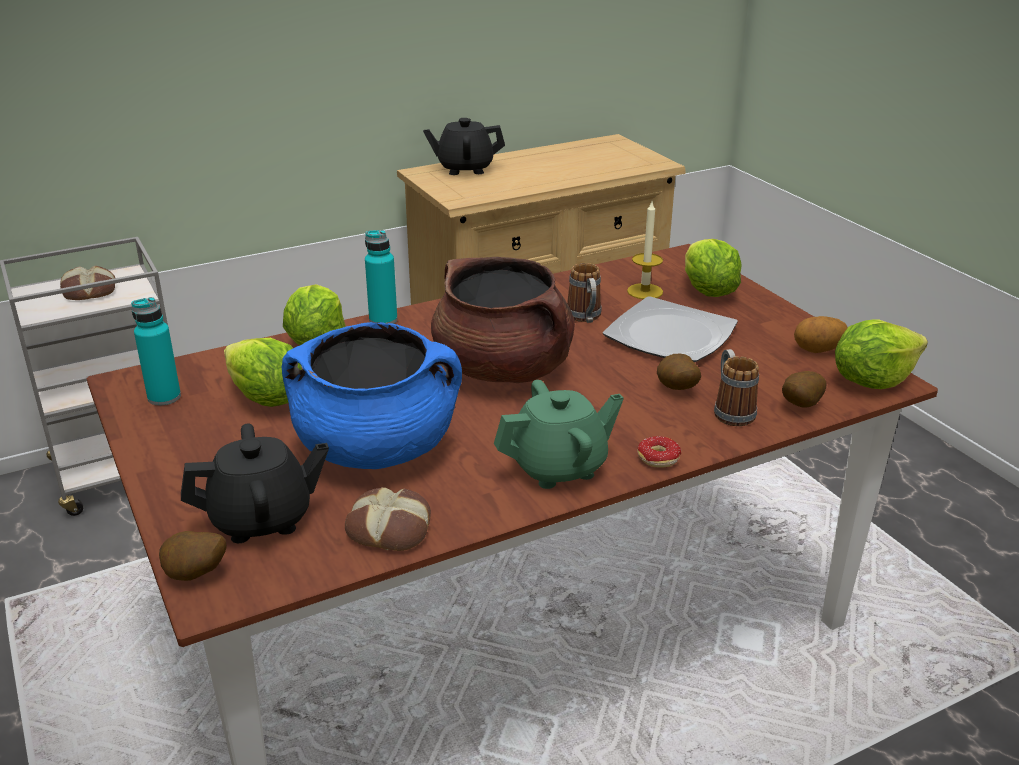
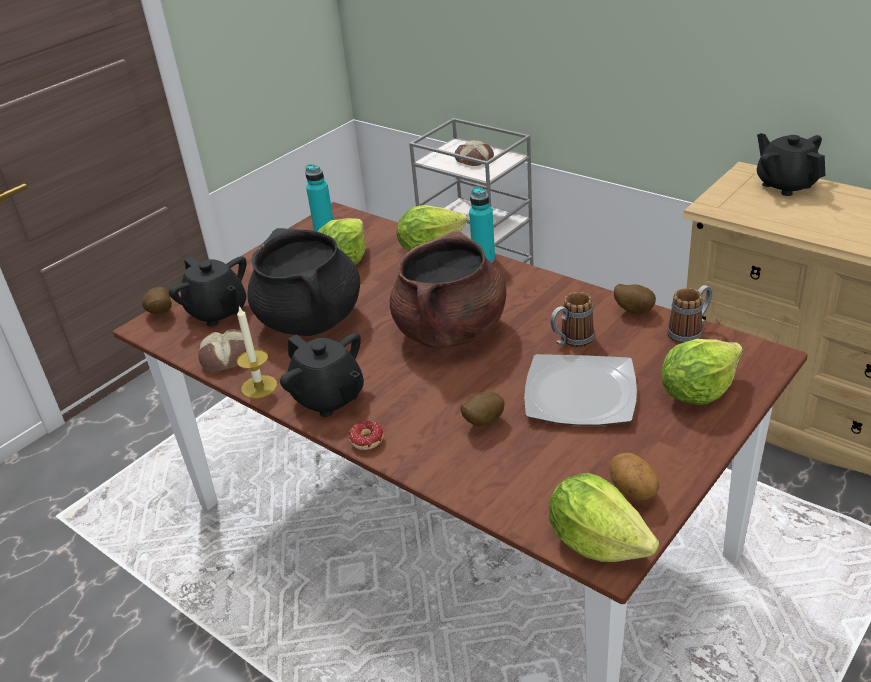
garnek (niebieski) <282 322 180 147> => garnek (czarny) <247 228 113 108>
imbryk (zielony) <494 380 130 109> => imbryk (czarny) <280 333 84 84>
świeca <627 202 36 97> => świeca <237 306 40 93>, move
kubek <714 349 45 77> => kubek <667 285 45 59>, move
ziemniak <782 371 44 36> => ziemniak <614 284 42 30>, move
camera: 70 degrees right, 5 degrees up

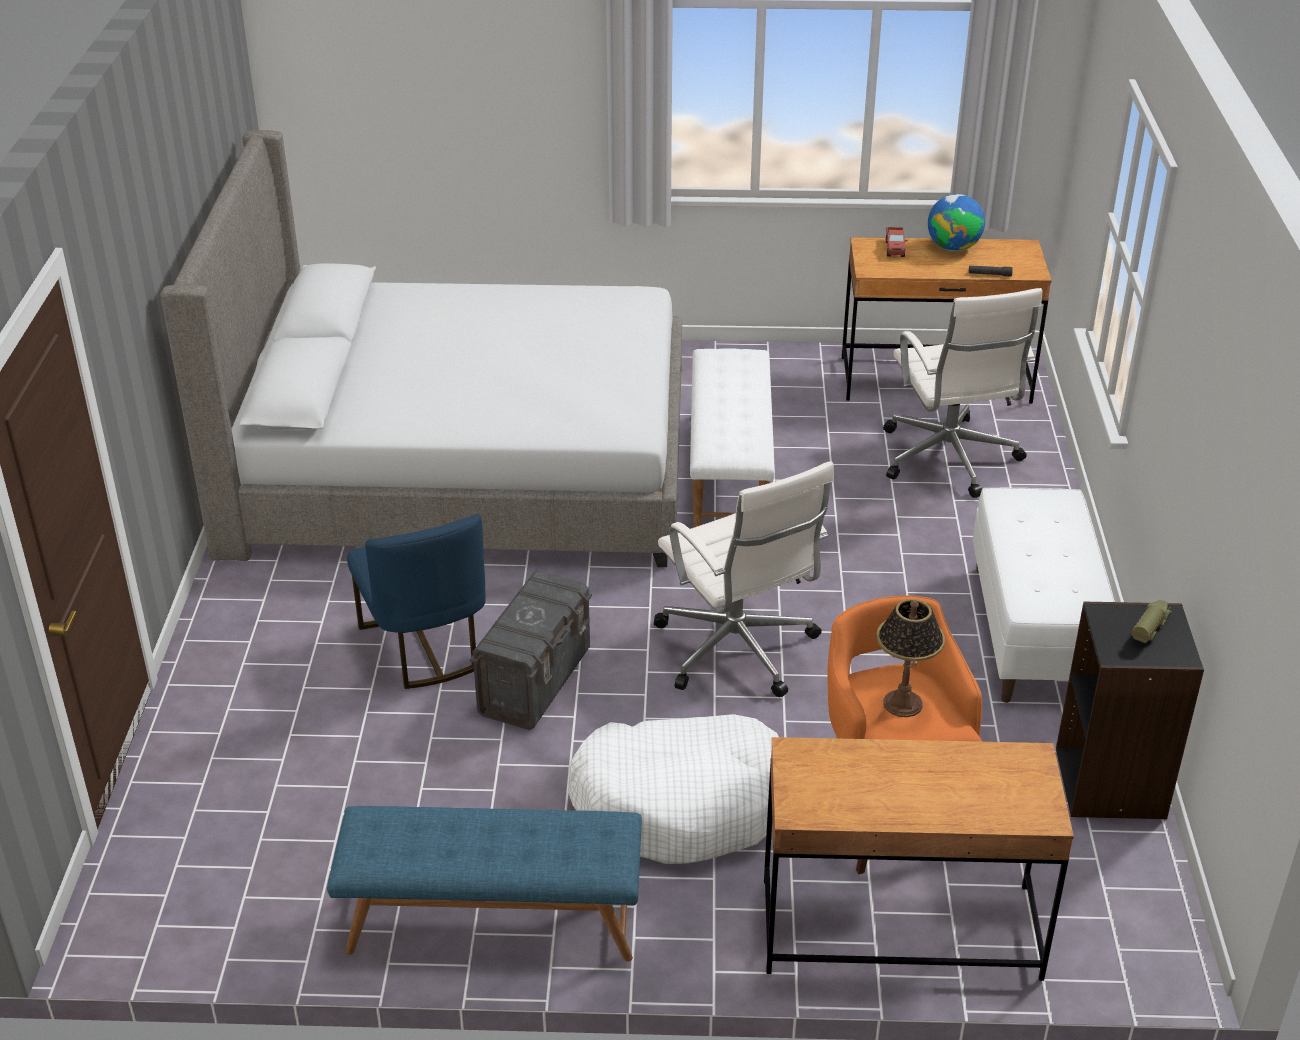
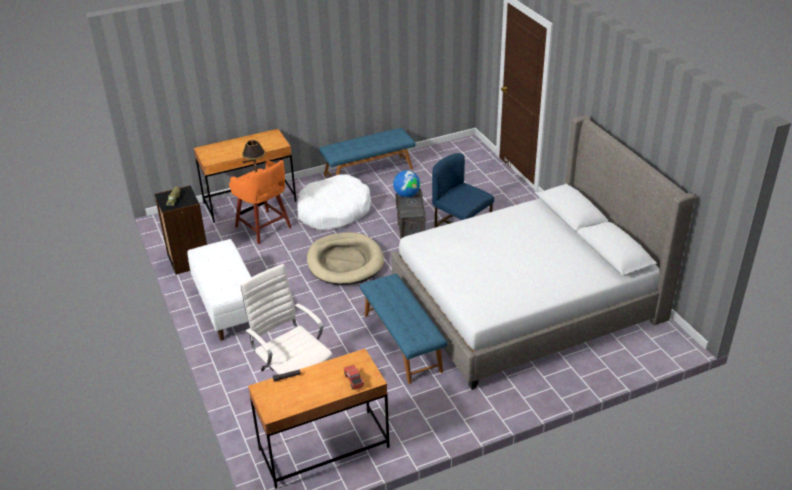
krzesło biurowe (biały) <654 461 180 236> => legowisko (beżowy) <307 232 77 53>
ławka (biały) <690 348 85 179> => ławka (niebieski) <360 274 87 110>
globus <928 194 57 57> => globus <393 170 27 27>, move
camera: 155 degrees right, 0 degrees up

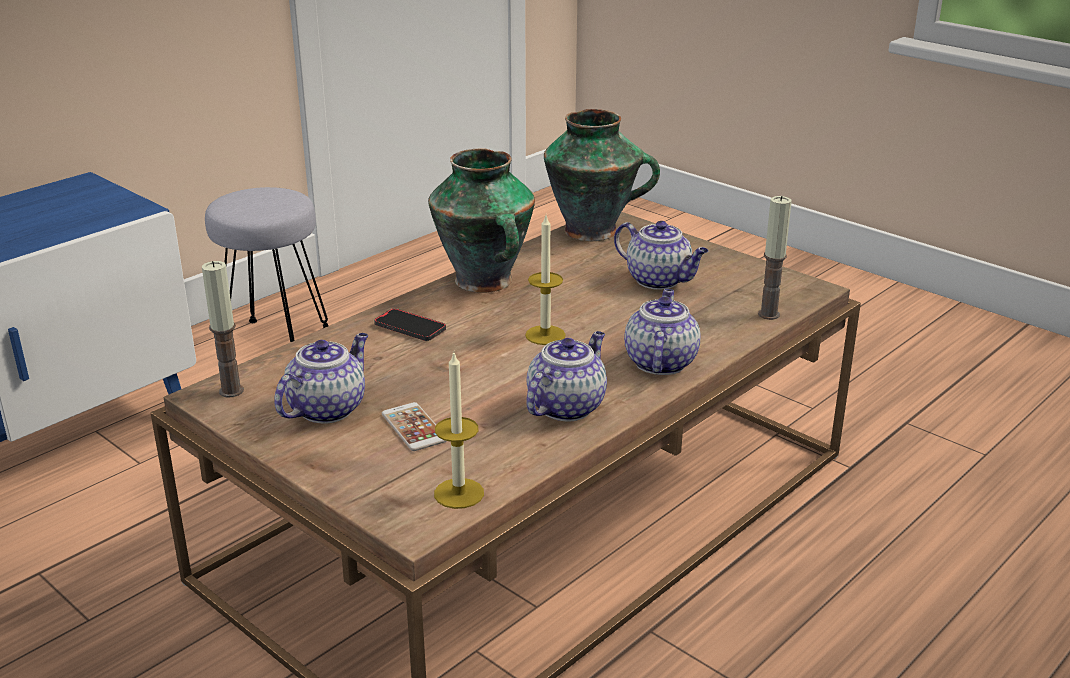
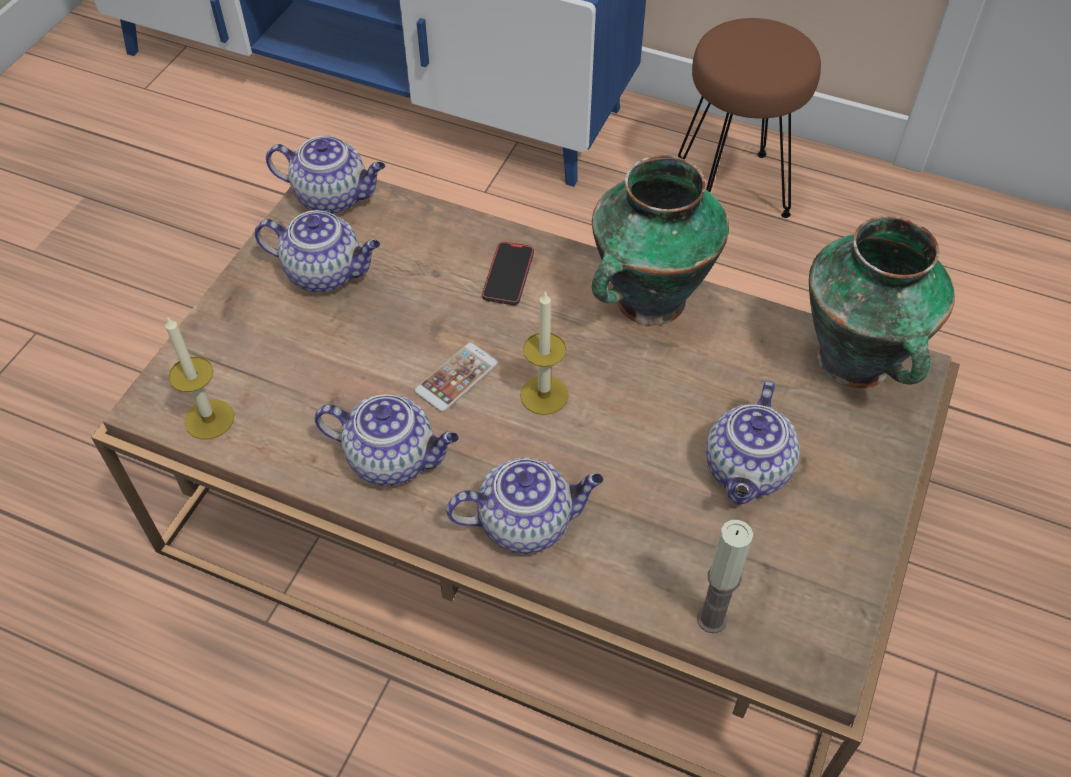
świeca <202 261 42 137> => imbryk <266 136 119 78>
stołek (szary) <205 187 123 155> => stołek (brązowy) <678 18 143 200>
telefon <382 402 65 49> => telefon <414 343 84 69>, move
camera: 70 degrees right, 25 degrees up

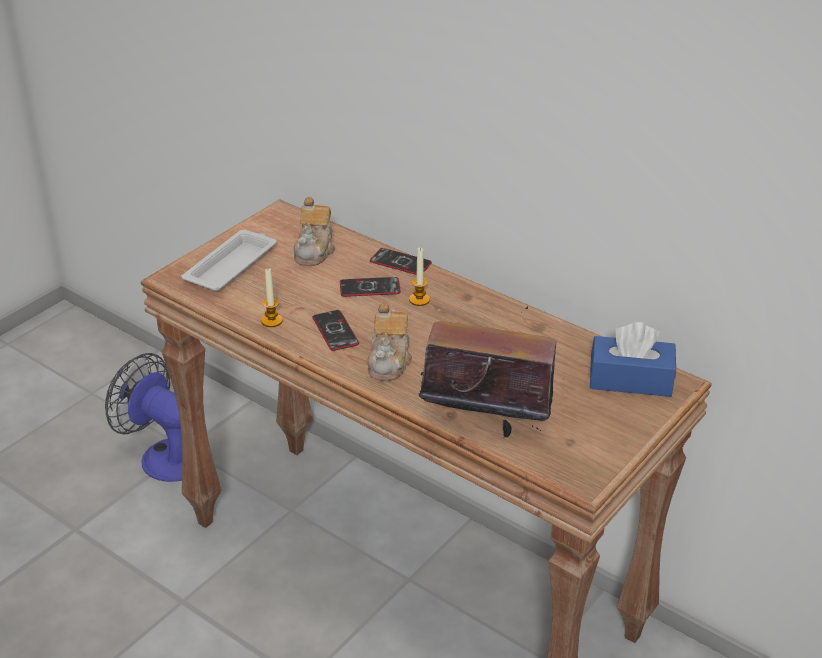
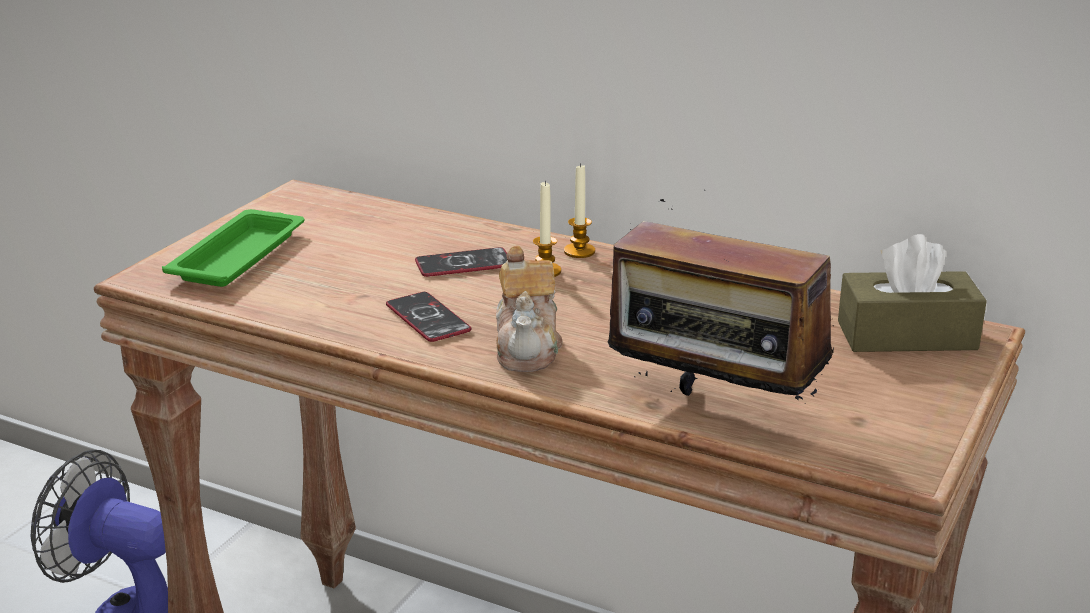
taca (biały) <181 230 96 61> => taca (zielony) <162 209 143 78>
świeca <261 268 22 59> => świeca <564 163 31 95>, move
imbryk <294 197 41 69> => nothing
telefon <370 248 62 27> => nothing
radio <419 306 144 132> => radio <608 199 226 201>, 150 degrees counterclockwise
pudełko chusteczek (niebieski) <590 322 86 75> => pudełko chusteczek (brązowy) <838 234 149 118>
camera: 10 degrees left, 10 degrees down

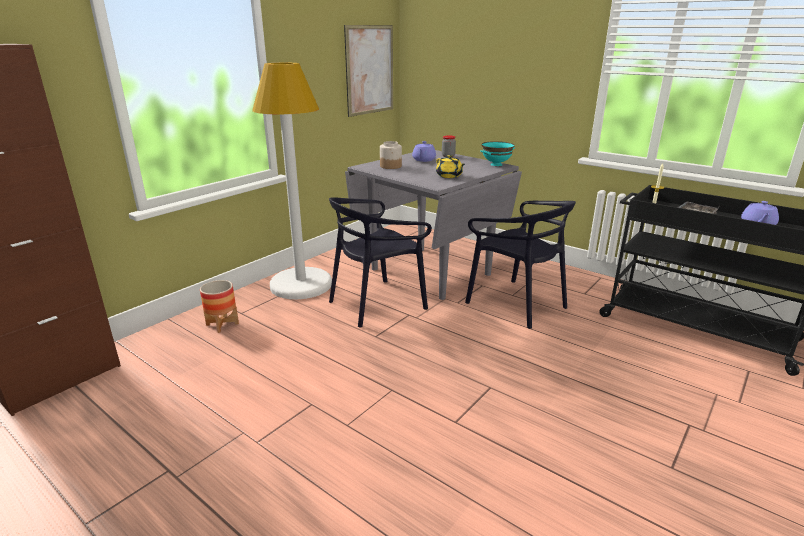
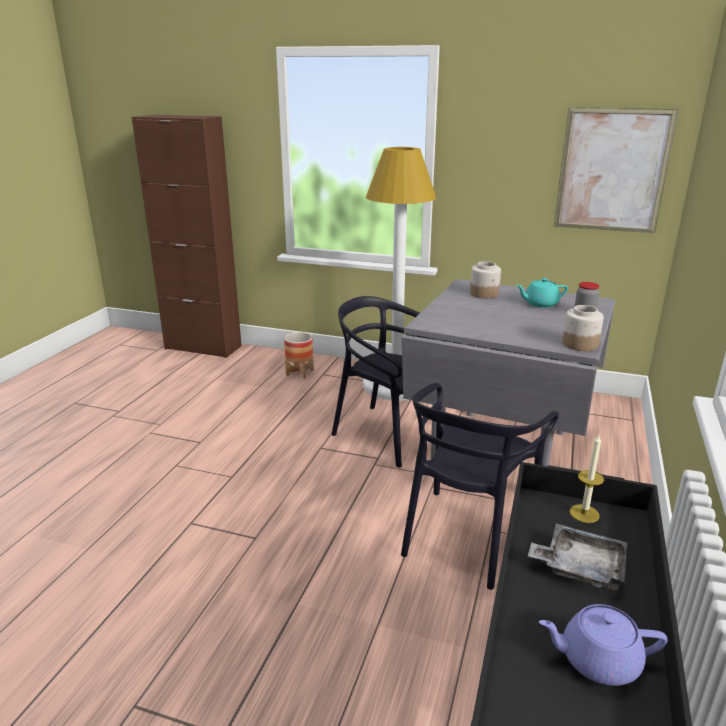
imbryk (fioletowy) <412 141 24 21> => imbryk (turkusowy) <516 278 52 30>
imbryk (żółty) <436 155 29 23> => nothing
miska (turkusowy) <480 141 35 25> => słoik <562 305 42 46>
camera: 70 degrees right, 0 degrees up

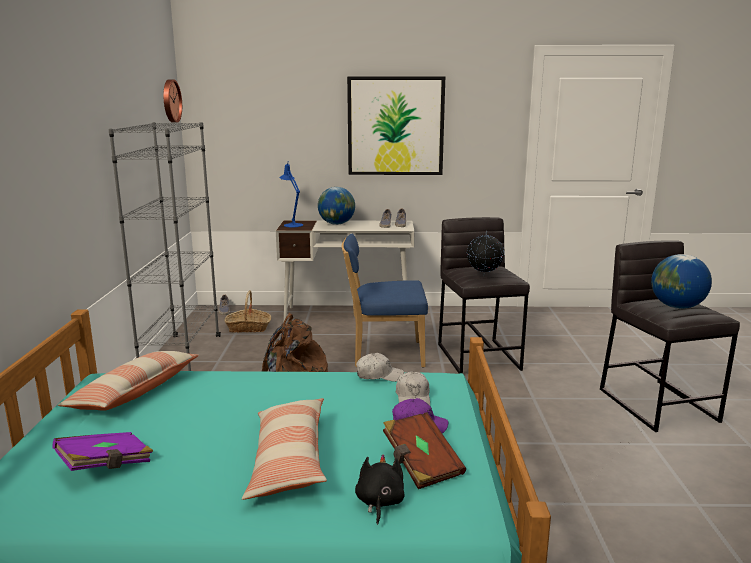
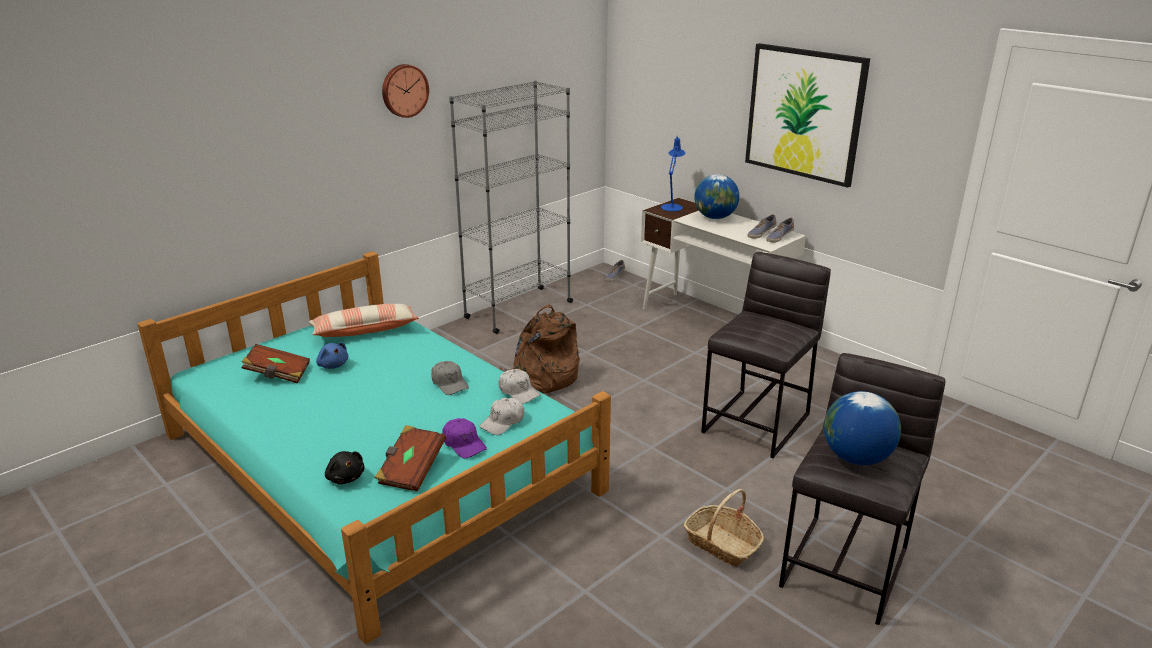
książka (fioletowy) <52 432 101 39> => książka (brązowy) <242 344 68 40>
zegar ścienny <164 79 18 44> => zegar ścienny <382 64 47 54>, move
koszyk <225 290 46 43> => koszyk <683 489 81 77>, move
poduszka <242 398 85 102> => nothing
krzesło (niebieski) <342 234 86 134> => nothing
pluszak (czarny) <355 454 50 71> => pluszak (czarny) <325 451 40 33>, 90 degrees clockwise
globus <467 231 37 46> => nothing
nothing => pluszak (niebieski) <316 342 32 27>
nothing => czapka z daszkiem (szary) <431 361 38 34>
camera: 45 degrees right, 10 degrees up

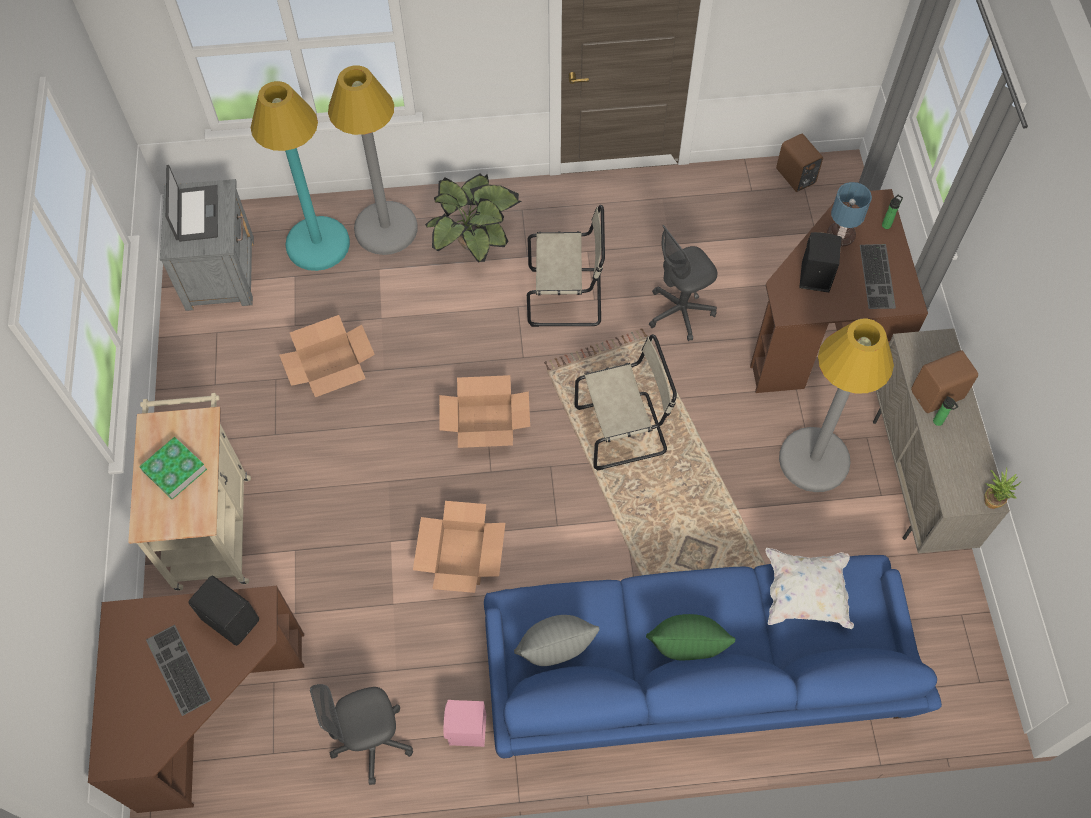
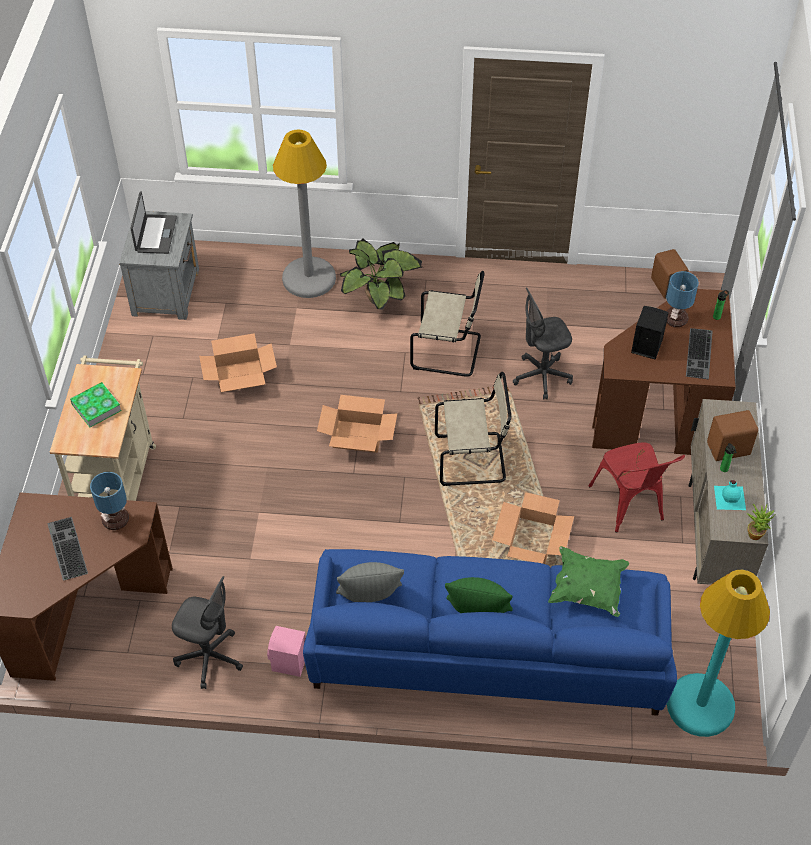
głośnik (czarny) <188 576 71 70> => lampa stołowa <90 472 39 58>
lampa stojąca (turkusowy) <251 81 99 190> => lampa stojąca (turkusowy) <667 570 103 167>, move
krzesło biurowe (szary) <310 684 103 101> => krzesło biurowe (szary) <172 576 71 113>, 150 degrees counterclockwise
karton <413 501 92 92> => karton <492 492 82 72>, move
poduszka (biały) <765 548 89 81> => poduszka (zielony) <548 546 81 71>
lampa stojąca (szary) <779 319 115 173> => krzesło (czerwony) <588 442 97 91>
nothing => butelka (turkusowy) <714 480 32 30>
camera: 10 degrees right, 10 degrees down

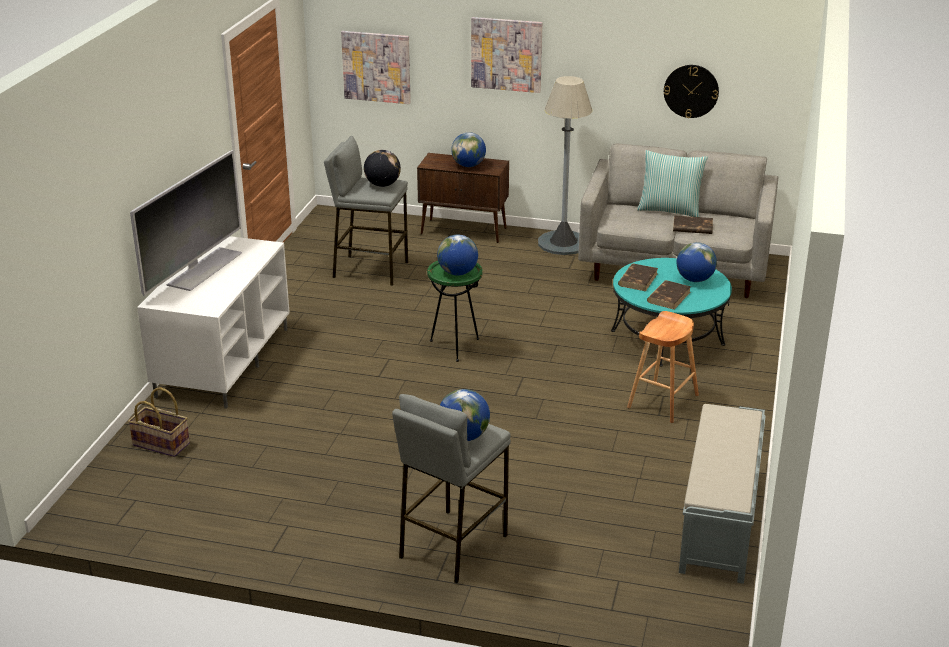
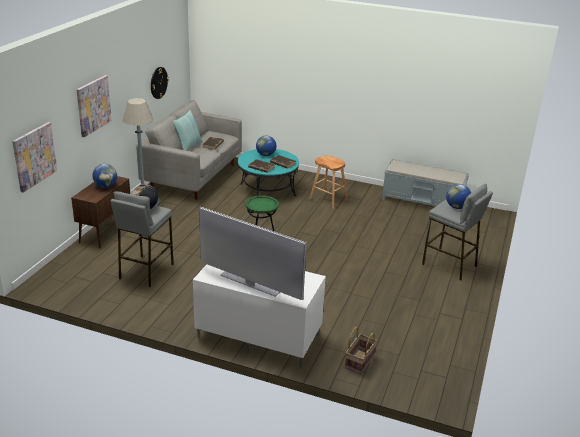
globus <437 235 41 40> => nothing
camera: 85 degrees left, 0 degrees up

